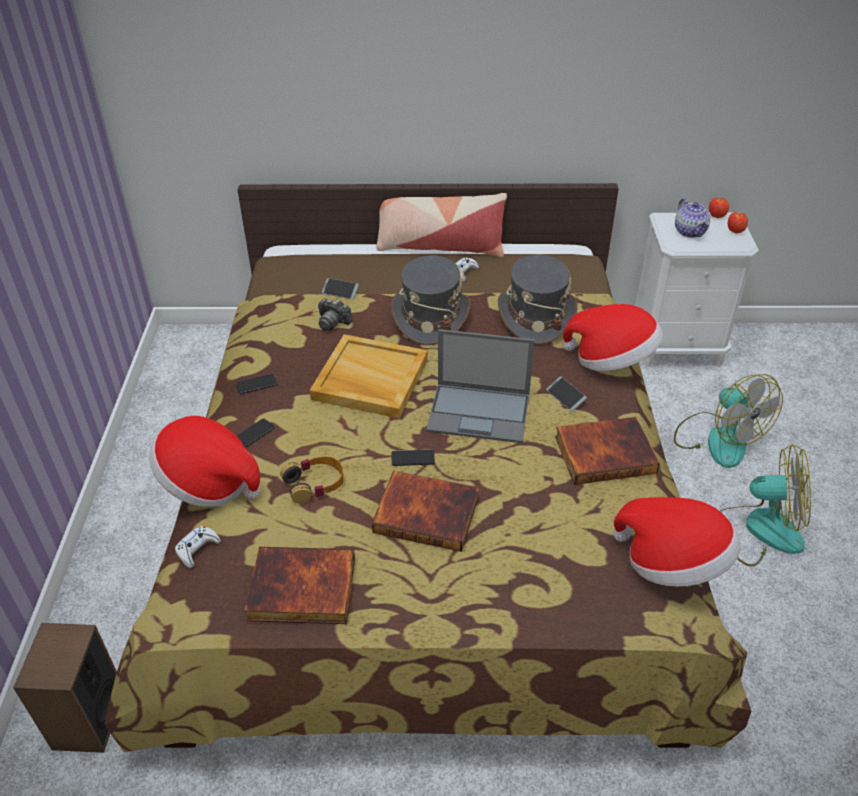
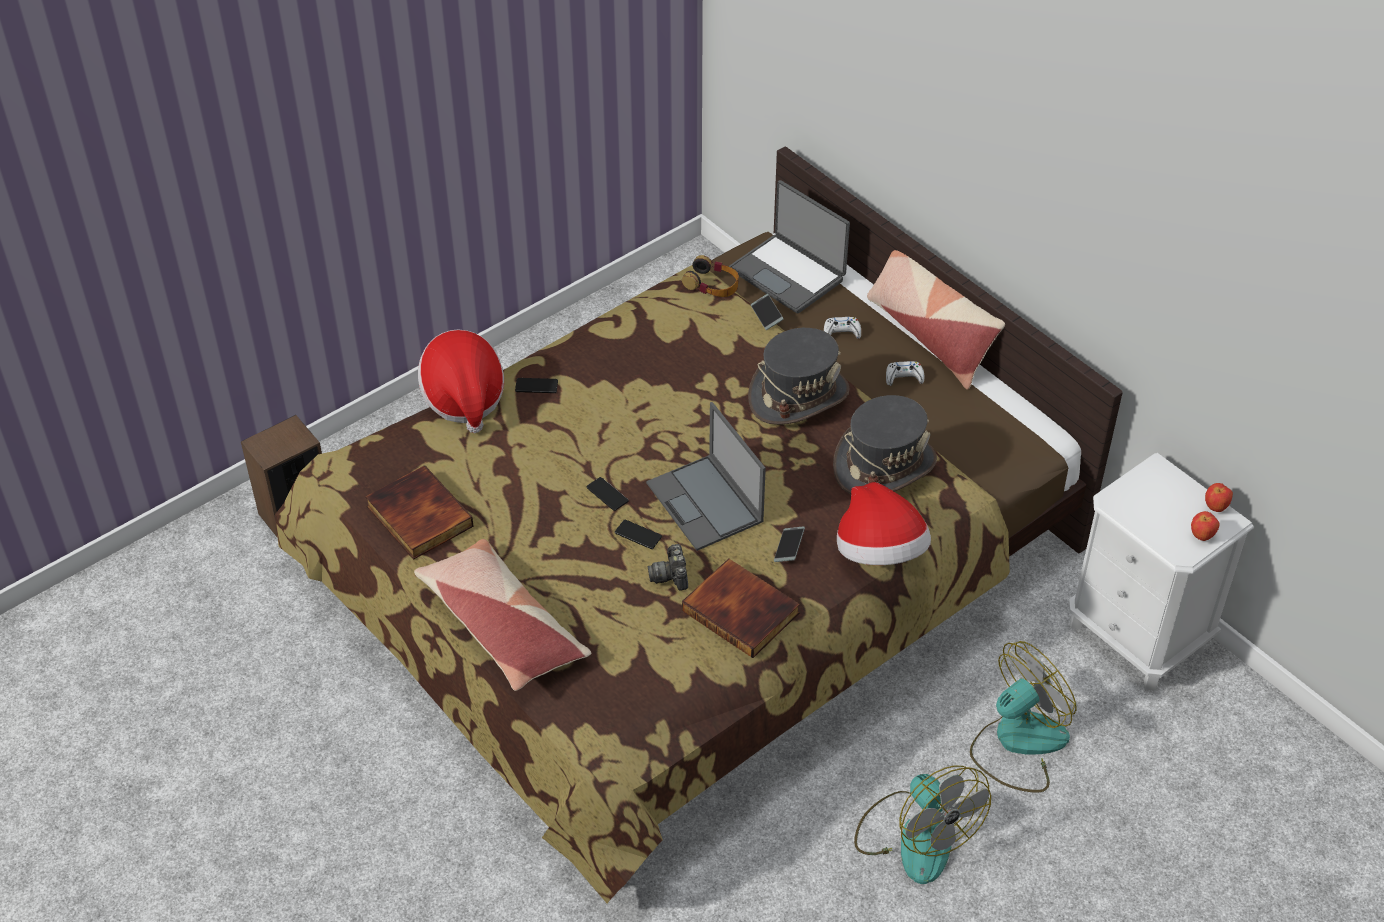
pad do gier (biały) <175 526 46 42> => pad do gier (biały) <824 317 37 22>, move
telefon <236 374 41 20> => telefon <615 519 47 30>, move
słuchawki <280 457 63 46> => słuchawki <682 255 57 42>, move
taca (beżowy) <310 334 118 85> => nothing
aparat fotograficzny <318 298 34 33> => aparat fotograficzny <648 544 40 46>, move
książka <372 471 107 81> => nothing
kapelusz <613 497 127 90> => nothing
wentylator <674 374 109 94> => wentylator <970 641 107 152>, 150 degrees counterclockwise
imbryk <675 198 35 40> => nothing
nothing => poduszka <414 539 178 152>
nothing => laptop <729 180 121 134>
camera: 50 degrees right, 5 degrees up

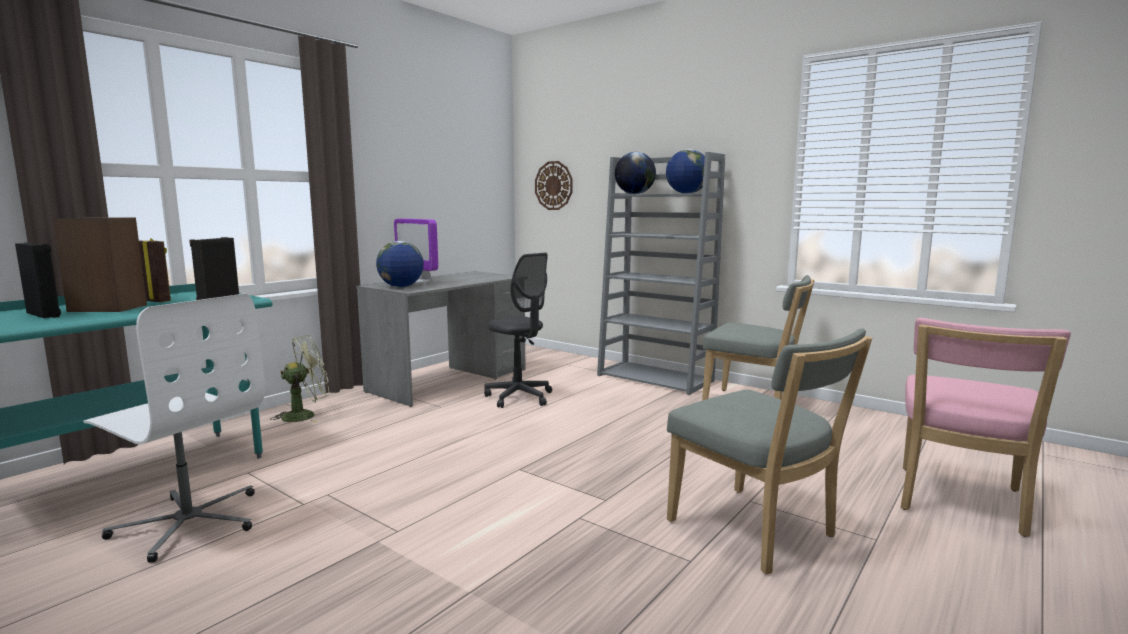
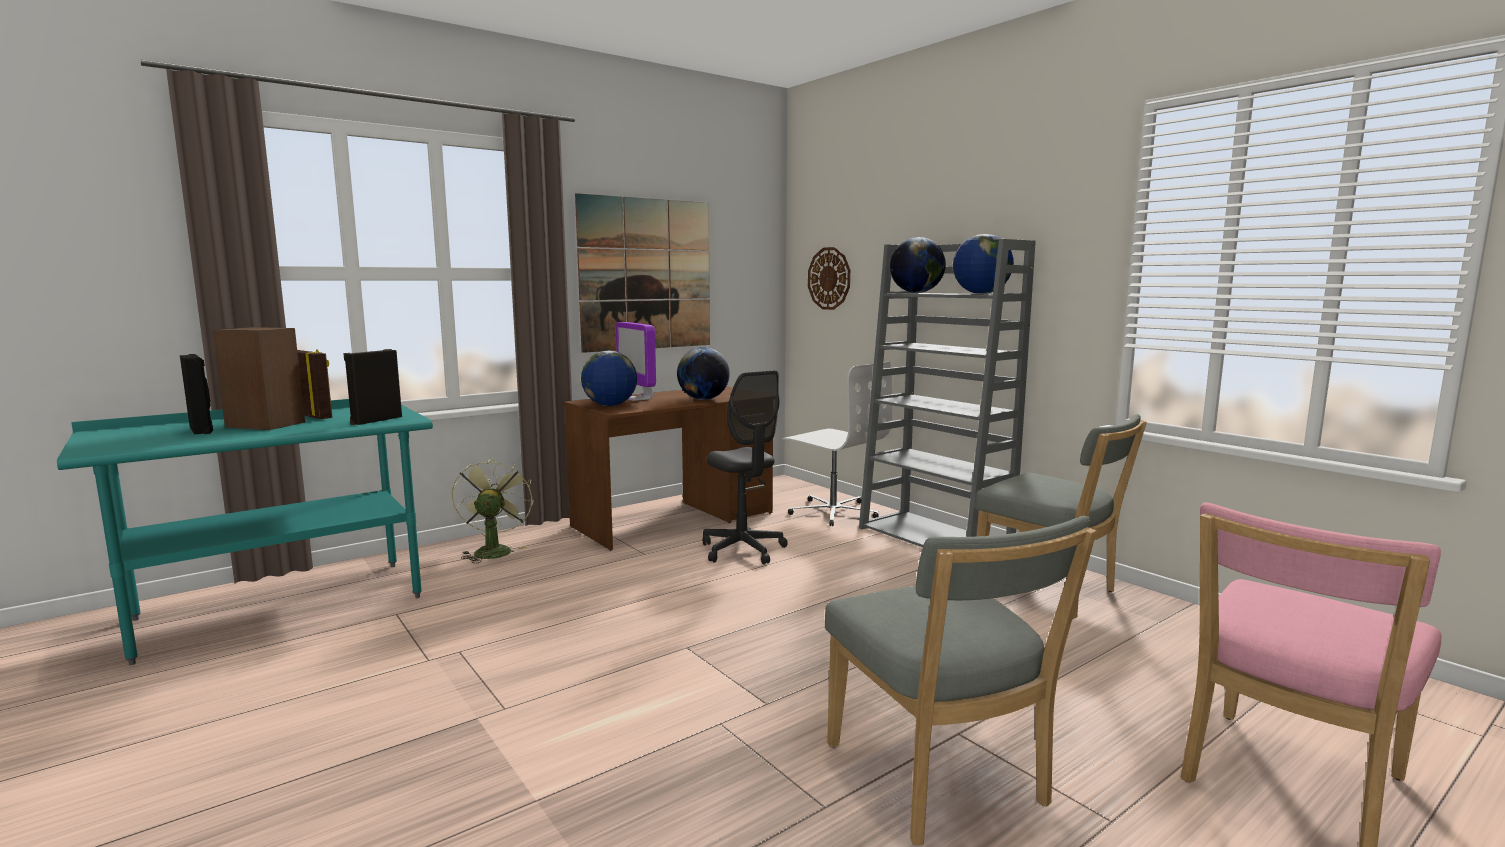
krzesło biurowe (biały) <83 294 182 269> => krzesło biurowe (biały) <782 362 110 164>, move
wentylator (zielony) <270 335 60 88> => wentylator (zielony) <452 457 81 106>, 75 degrees counterclockwise
biurko (szary) <356 271 170 136> => biurko (brązowy) <563 386 210 165>
nothing => obraz <575 193 135 160>
nothing => globus <677 347 53 53>
camera: 15 degrees right, 0 degrees up

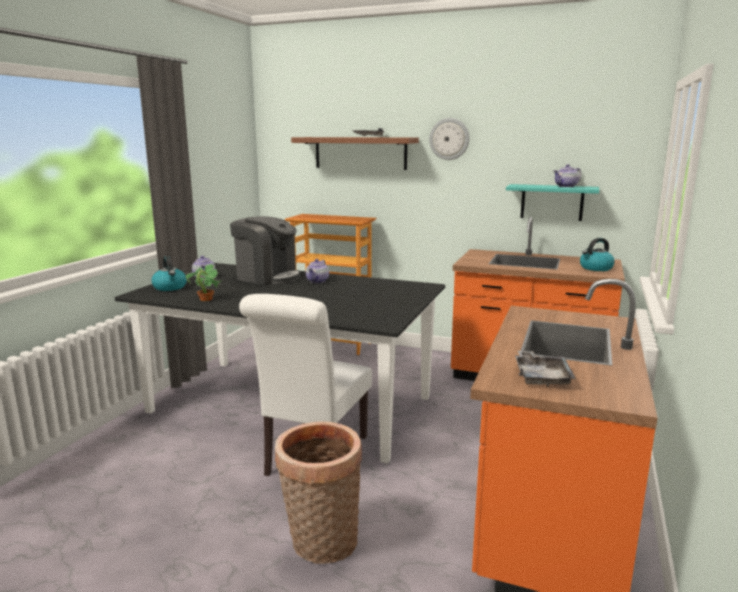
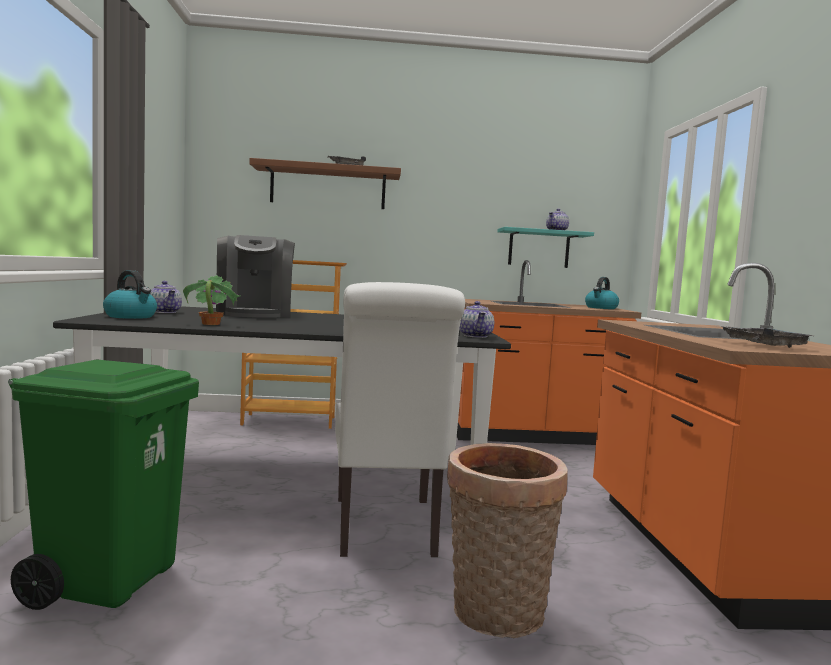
ekspres do kawy <230 216 71 69> => ekspres do kawy <216 235 79 83>, 75 degrees clockwise
imbryk <306 259 23 24> => imbryk <459 301 35 37>, move
zegar ścienny <429 118 40 42> => nothing
nothing => kosz na śmieci (zielony) <8 360 191 250>
camera: 25 degrees left, 10 degrees down

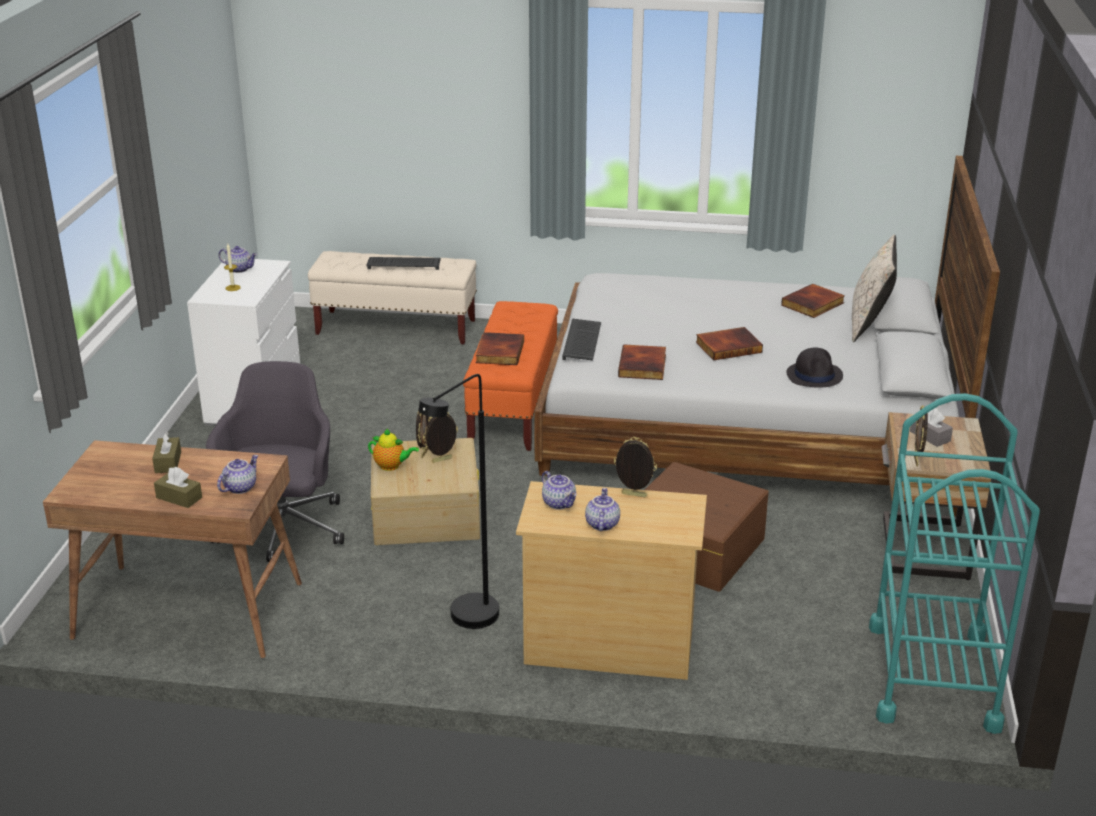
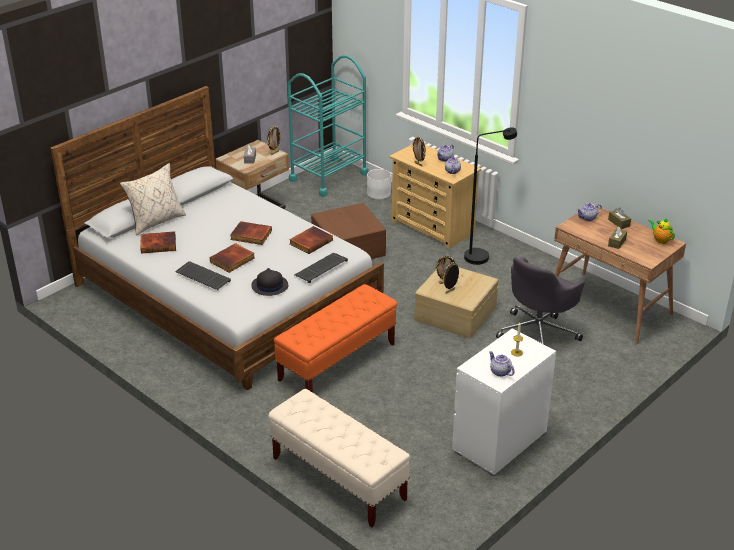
klawiatura <366 257 75 13> => klawiatura <175 261 56 29>, move
imbryk <368 429 51 42> => imbryk <648 218 27 26>, move
książka <476 332 48 33> => książka <209 243 46 30>, move
kapelusz (czarny) <786 347 57 41> => kapelusz (czarny) <251 268 37 28>, move
nothing => donica (biały) <367 169 24 31>
camera: 145 degrees left, 5 degrees up

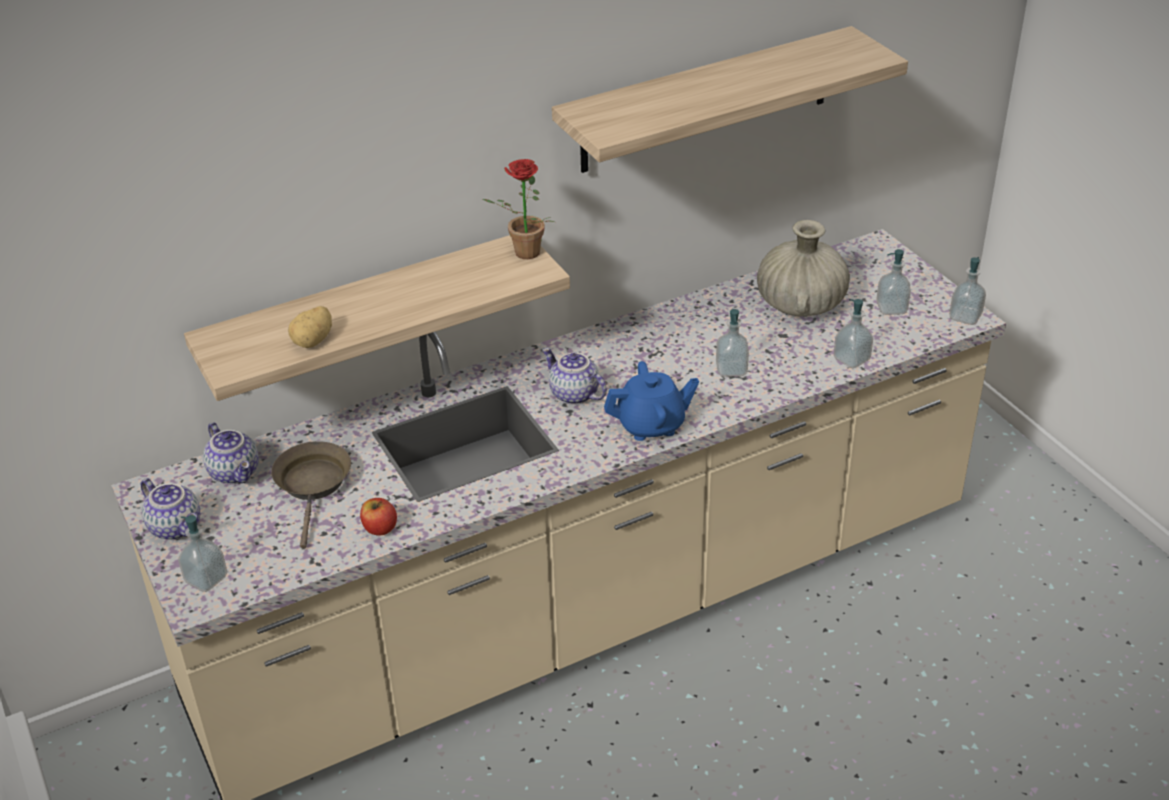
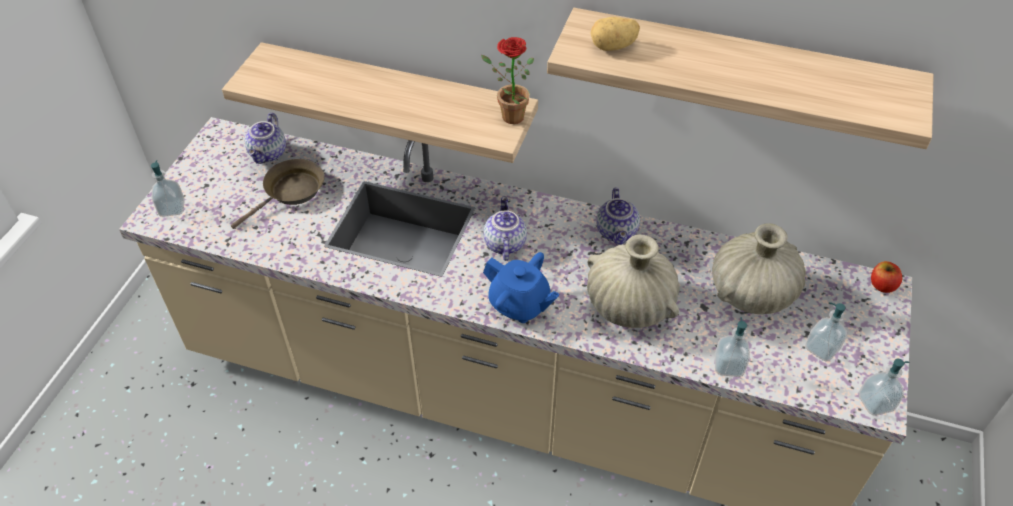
imbryk <141 478 59 62> => imbryk <596 187 44 58>, move
ziemniak <288 306 44 42> => ziemniak <590 17 50 34>, move
jabłko <360 498 37 37> => jabłko <871 261 31 32>, move
dozownik mydła <716 309 33 68> => wazon (beżowy) <587 235 93 93>
camera: 45 degrees right, 10 degrees up

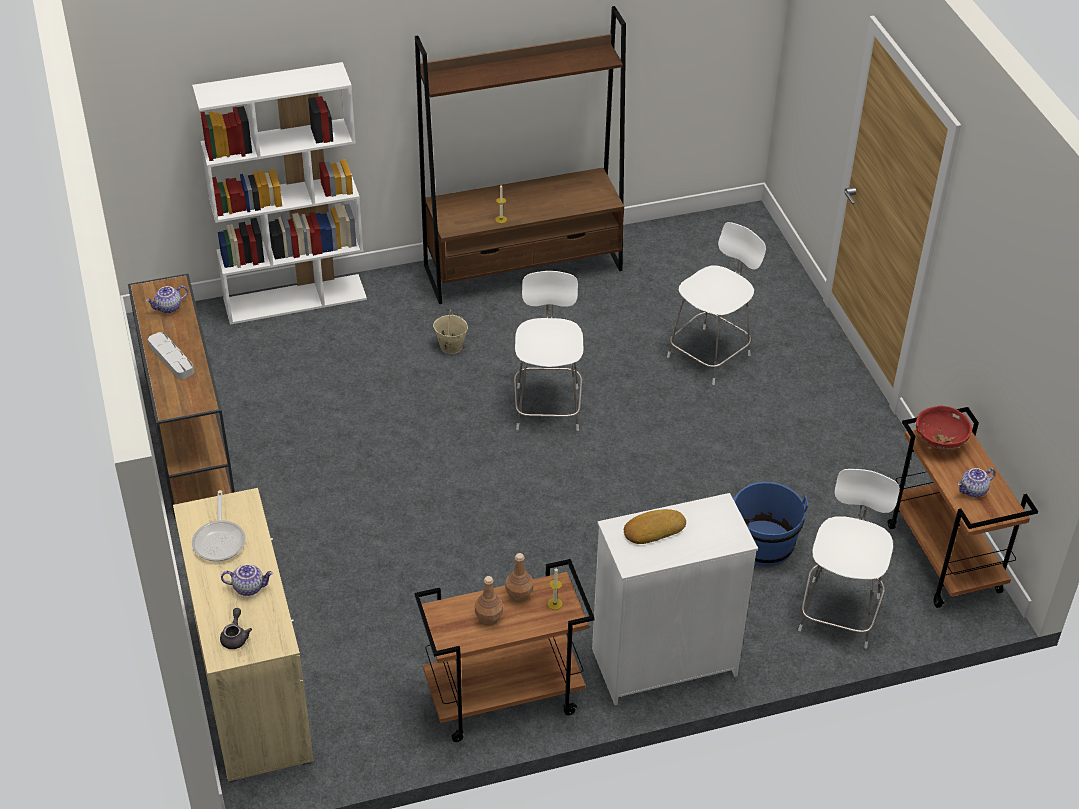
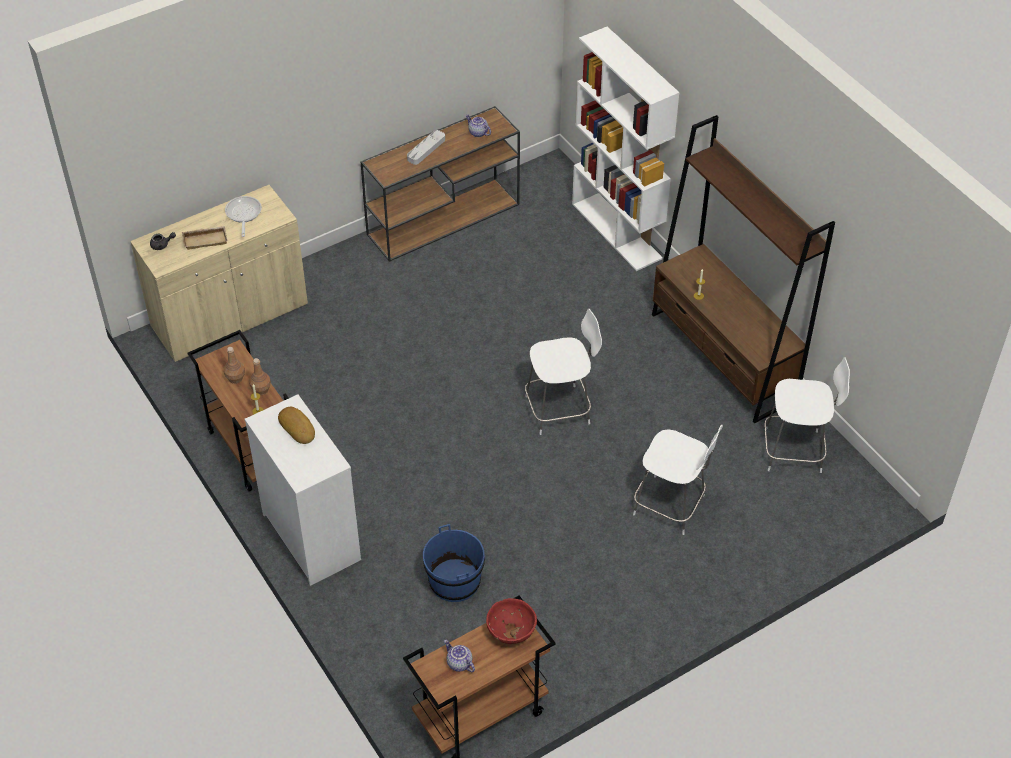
patelnia <192 490 54 72> => patelnia <225 196 37 41>, 105 degrees clockwise
imbryk <221 564 52 32> => taca (beżowy) <182 226 45 24>
wiadro (beżowy) <433 309 35 45> => nothing
krzesło (biały) <798 469 102 180> => krzesło (biały) <764 357 86 116>, move
camera: 75 degrees right, 5 degrees up

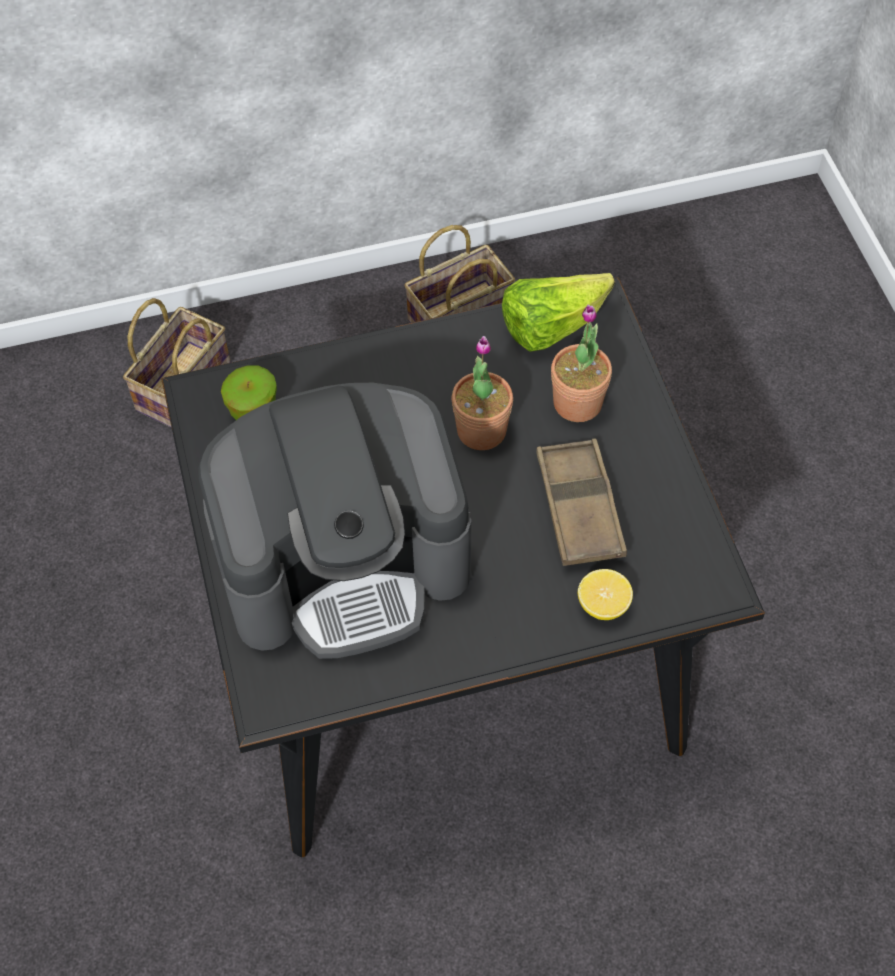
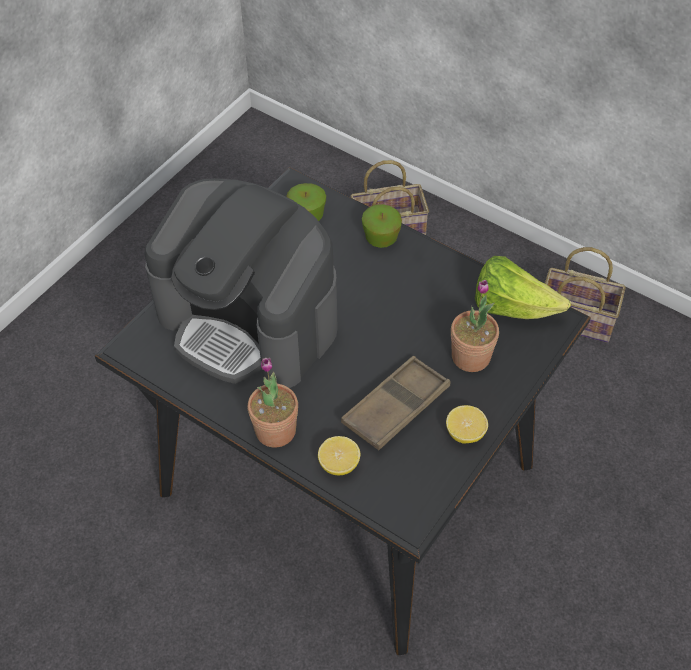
roślina doniczkowa <452 336 61 114> => roślina doniczkowa <248 358 50 90>, move
nothing => jabłko <362 204 40 44>
nothing => cytryna <446 405 42 39>
camera: 50 degrees right, 5 degrees down

